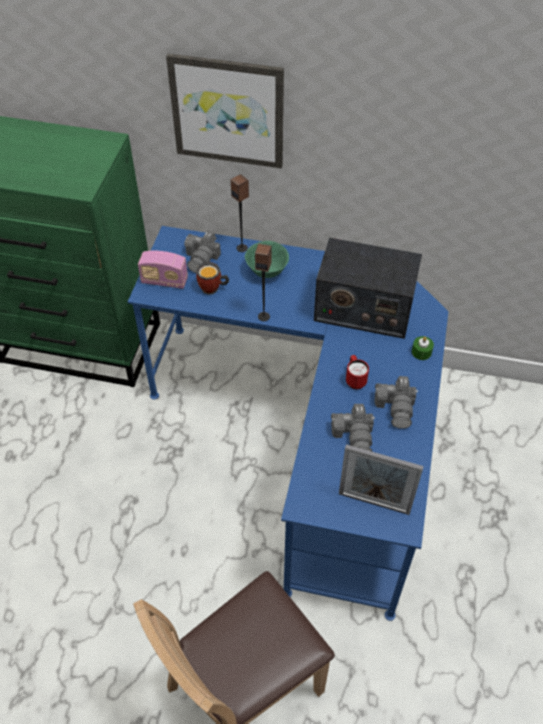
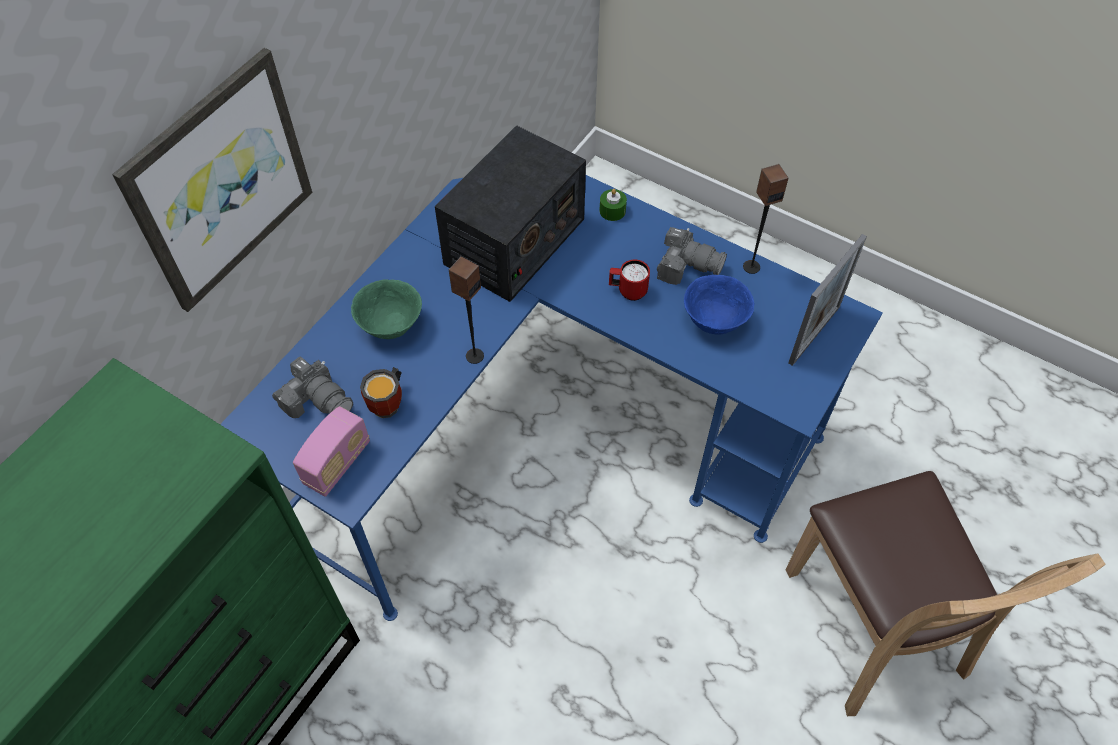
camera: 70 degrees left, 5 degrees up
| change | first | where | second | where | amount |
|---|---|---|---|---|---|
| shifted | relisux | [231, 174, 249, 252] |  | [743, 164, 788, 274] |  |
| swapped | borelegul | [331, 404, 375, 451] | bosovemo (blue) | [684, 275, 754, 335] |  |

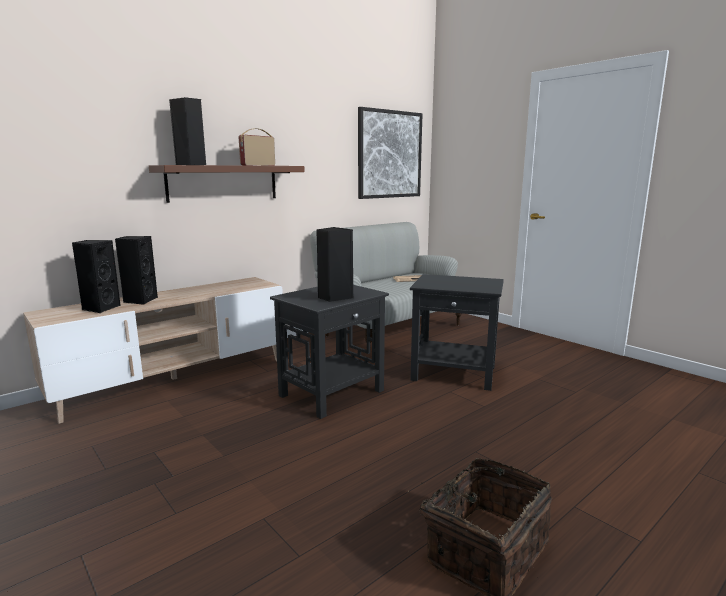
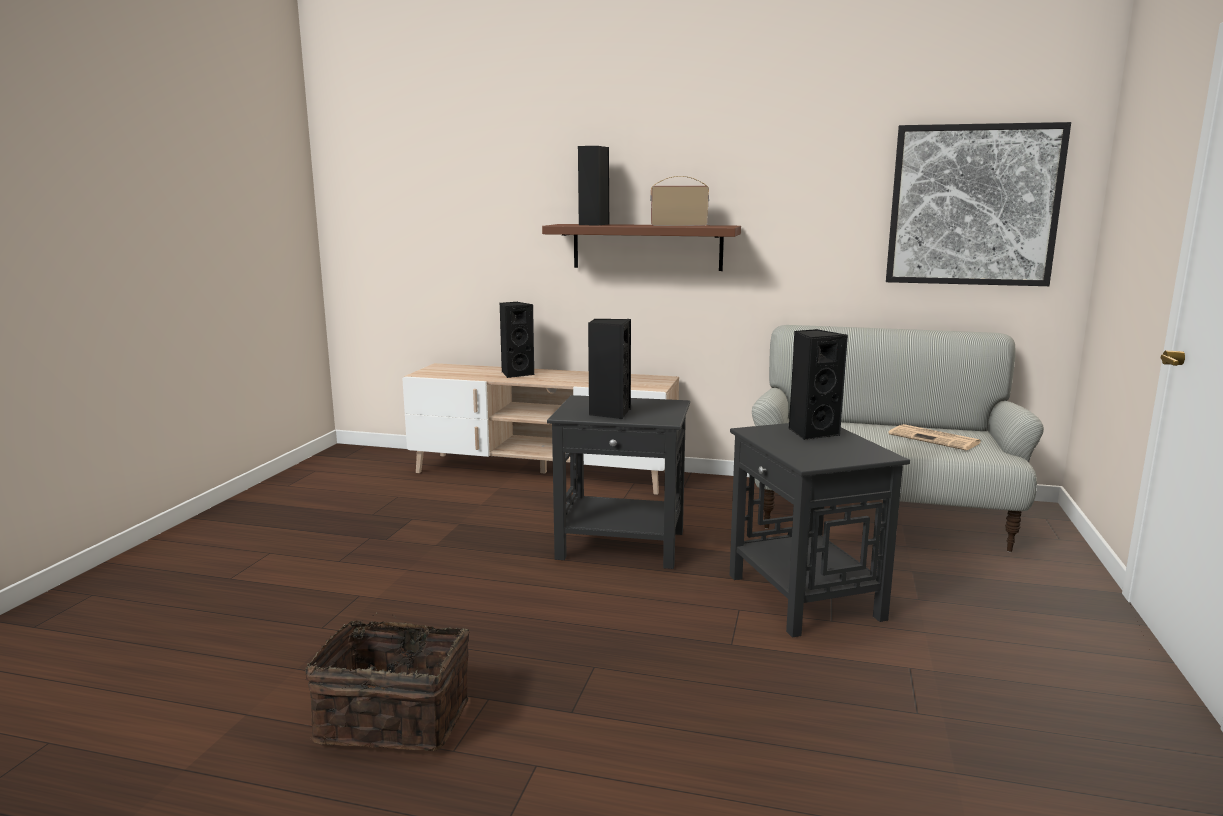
camera: 55 degrees right, 0 degrees up
| change | first | where | second | where | amount |
|---|---|---|---|---|---|
| shifted | relisux (black) | [72, 240, 121, 313] |  | [789, 329, 848, 440] |  |

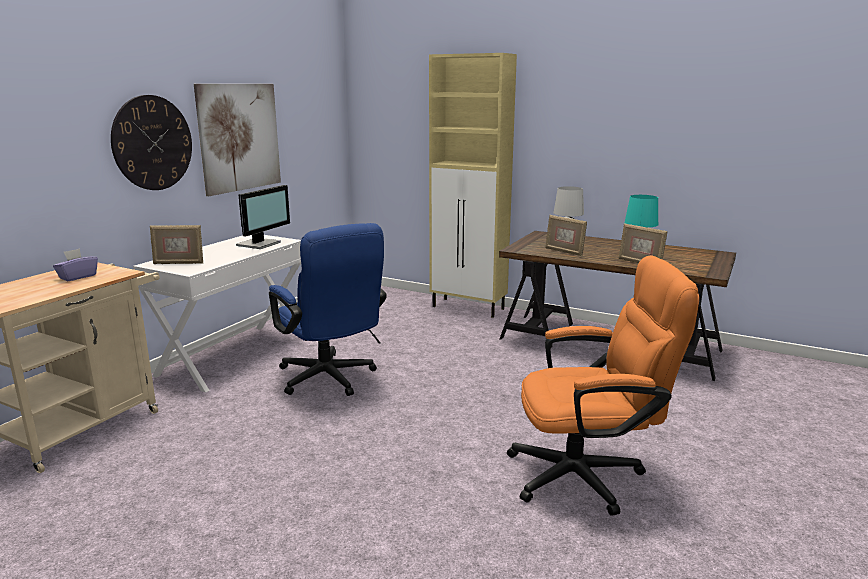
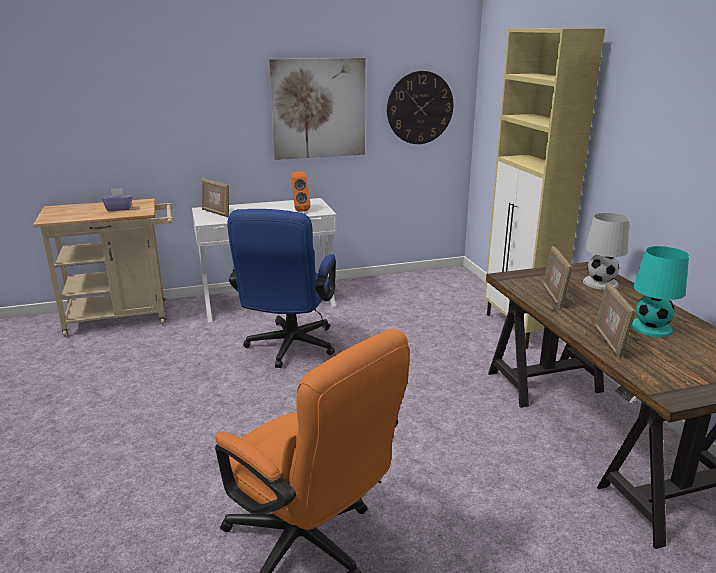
camera: 45 degrees right, 5 degrees up
| change | first | where | second | where | amount |
|---|---|---|---|---|---|
| shifted | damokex | [111, 95, 192, 190] |  | [387, 71, 454, 144] |  |
| swapped | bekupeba | [236, 185, 290, 249] | relisux (orange) | [292, 172, 311, 212] |  |

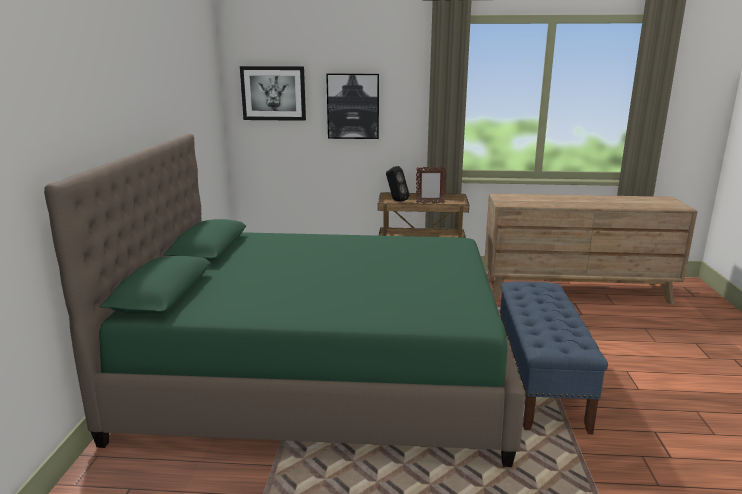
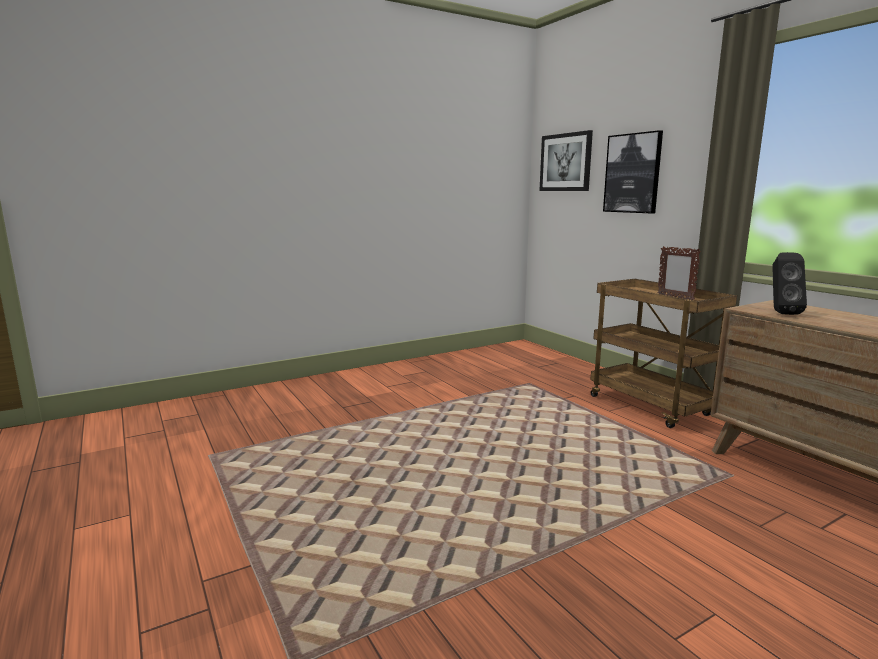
camera: 55 degrees right, 5 degrees down
| change | first | where | second | where | amount |
|---|---|---|---|---|---|
| gone | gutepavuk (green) | [44, 133, 525, 467] |  |  |  |
| shifted | relisux (black) | [386, 166, 409, 201] |  | [772, 252, 807, 315] |  |
| gone | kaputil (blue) | [500, 281, 608, 434] |  |  |  |

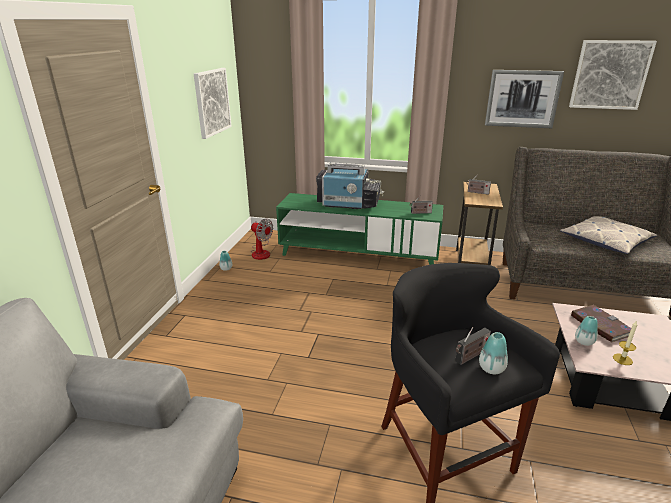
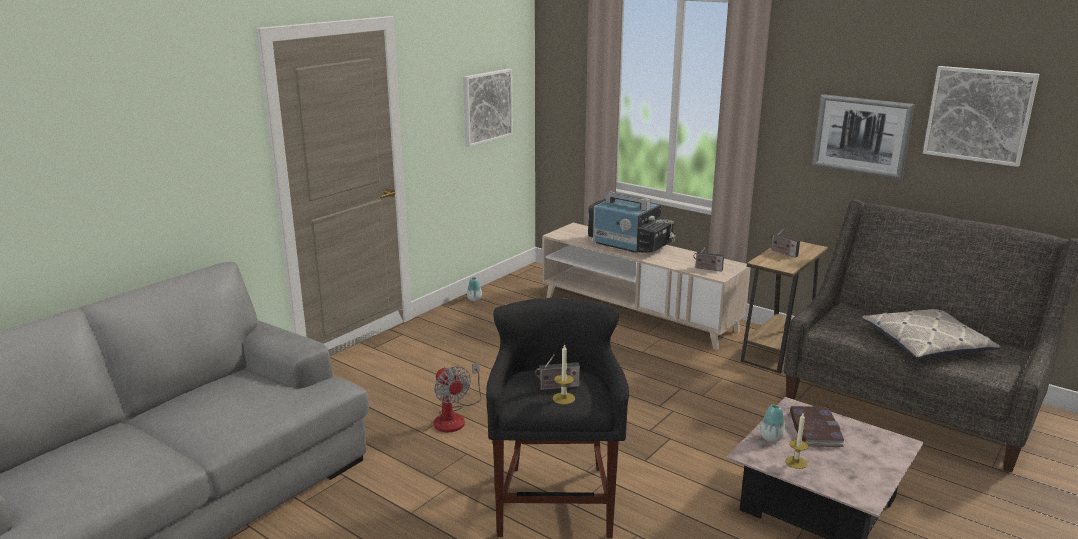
camera: 25 degrees right, 5 degrees down
| change | first | where | second | where | amount |
|---|---|---|---|---|---|
| repainted | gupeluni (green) | [276, 193, 443, 265] | gupeluni (beige) | [542, 223, 751, 350] |  |
| shifted | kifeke | [251, 218, 273, 260] |  | [434, 362, 481, 432] |  |
| swapped | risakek | [479, 332, 508, 374] | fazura | [553, 344, 575, 404] |  |

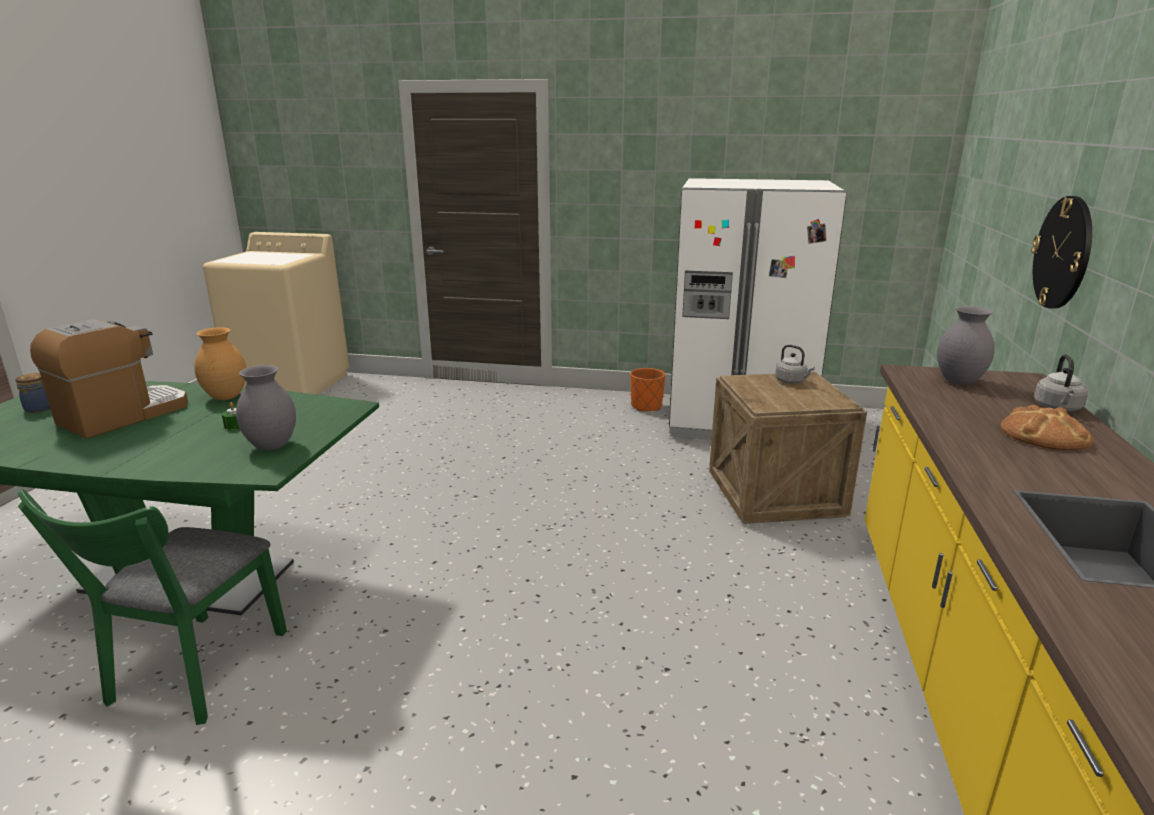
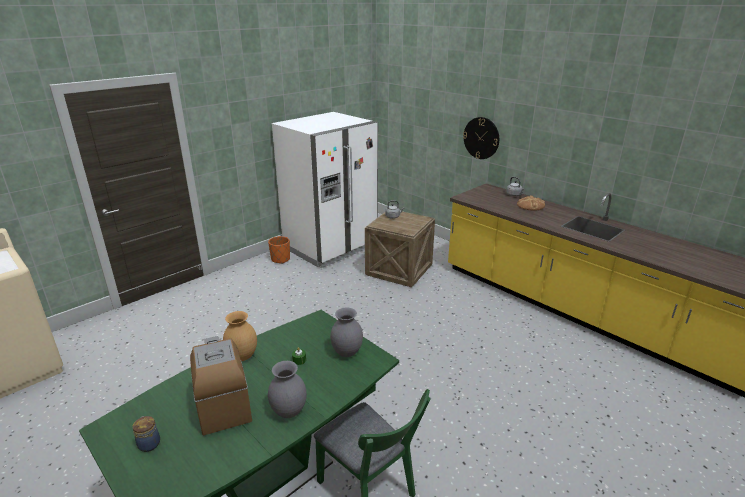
camera: 55 degrees left, 5 degrees up
| change | first | where | second | where | amount |
|---|---|---|---|---|---|
| shifted | risakek (grey) | [937, 306, 995, 385] |  | [268, 361, 307, 418] |  |

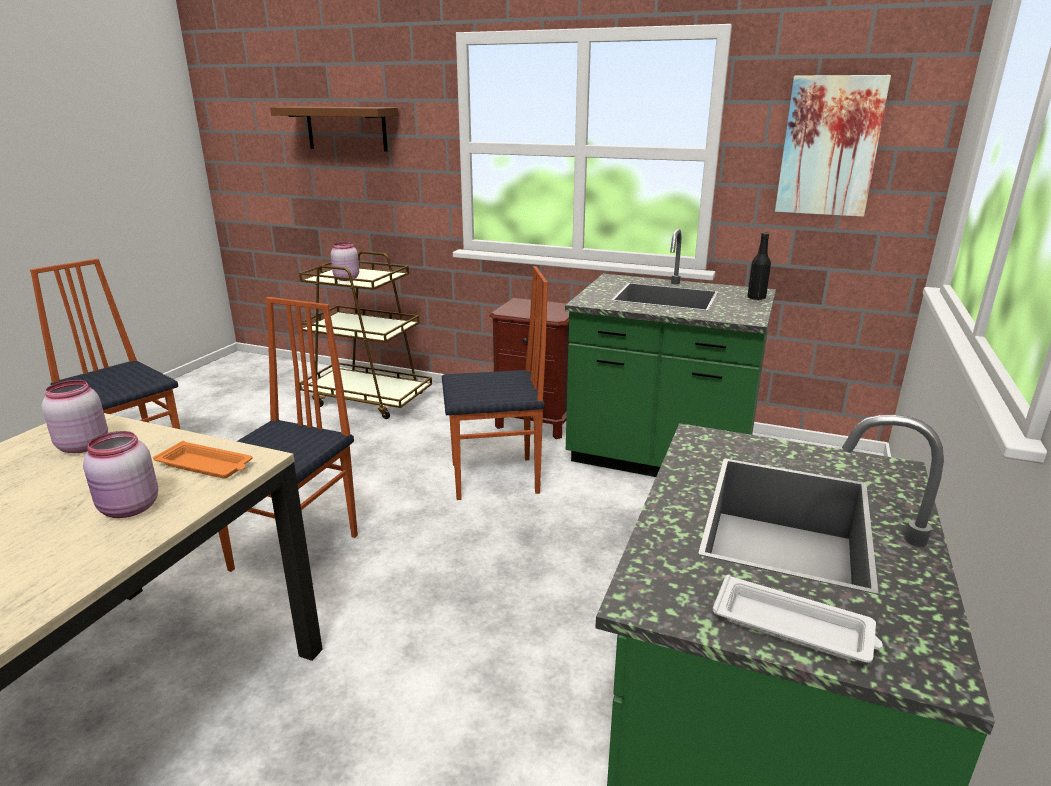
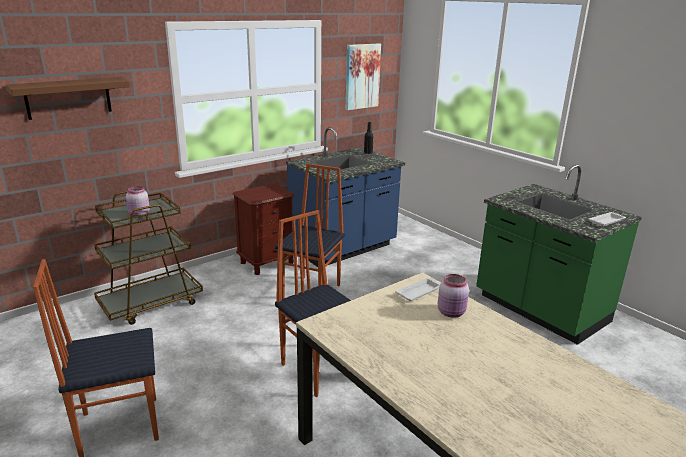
camera: 60 degrees left, 0 degrees up
| change | first | where | second | where | amount |
|---|---|---|---|---|---|
| repainted | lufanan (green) | [565, 229, 776, 477] | lufanan (blue) | [286, 127, 405, 267] |  |
| gone | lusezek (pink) | [42, 380, 108, 453] |  |  |  |
| repainted | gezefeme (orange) | [153, 441, 252, 479] | gezefeme (white) | [395, 278, 440, 301] |  |

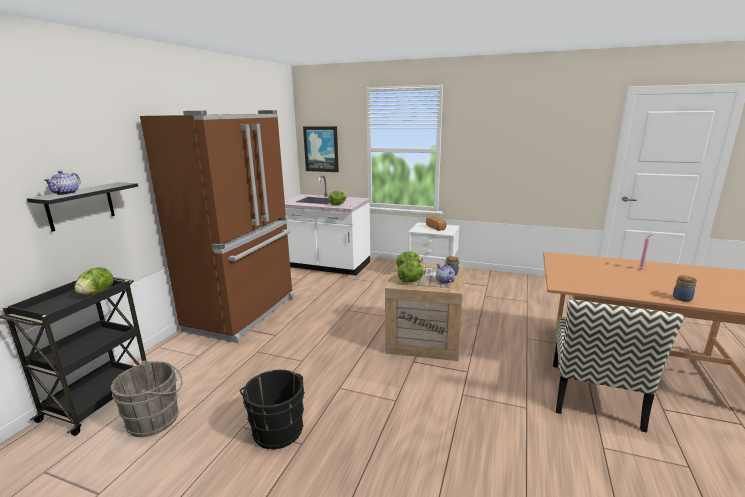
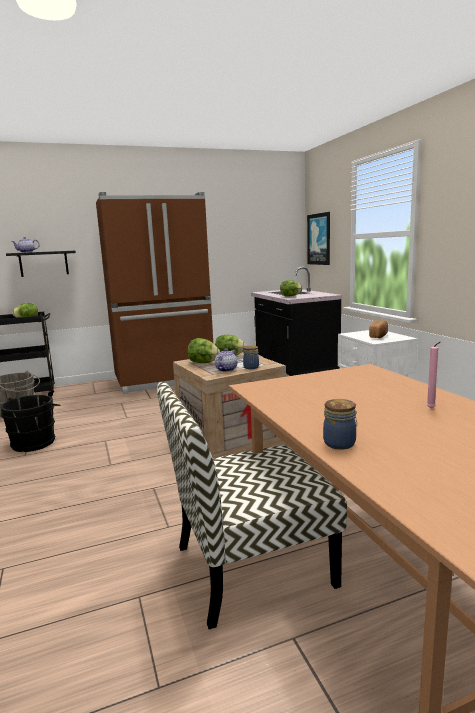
camera: 50 degrees right, 5 degrees down
| change | first | where | second | where | amount |
|---|---|---|---|---|---|
| repainted | lufanan (white) | [285, 176, 370, 276] | lufanan (black) | [251, 267, 342, 376] |  |

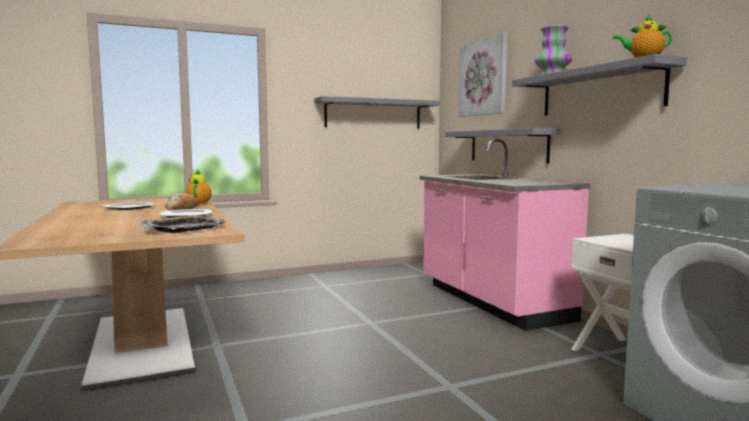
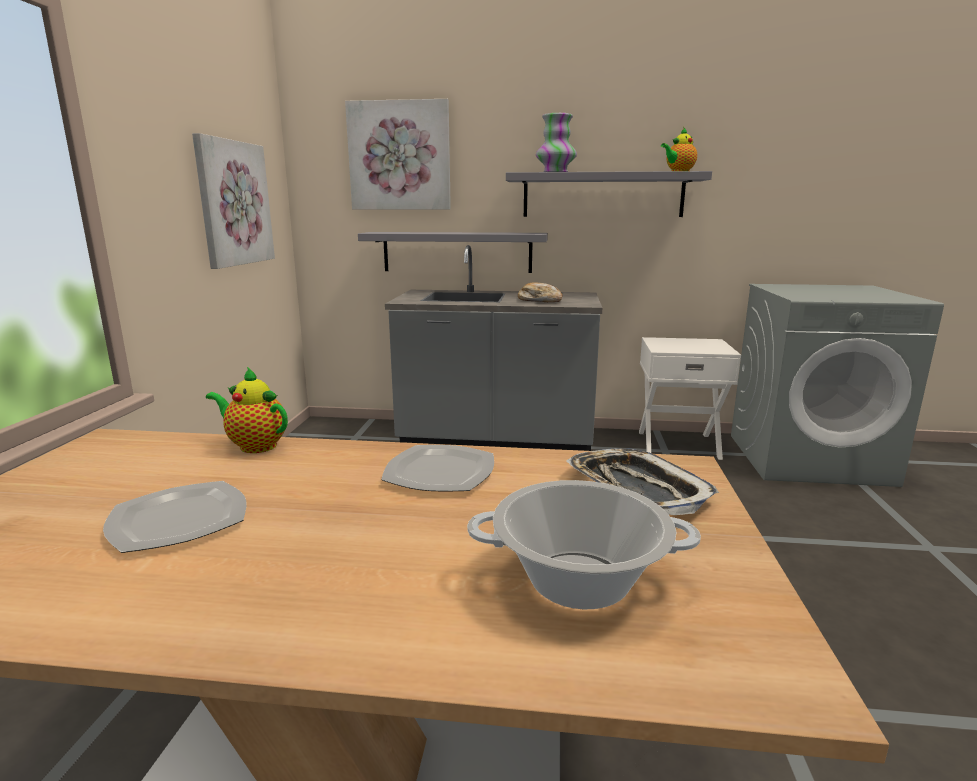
camera: 60 degrees left, 10 degrees up
| change | first | where | second | where | amount |
|---|---|---|---|---|---|
| swapped | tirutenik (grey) | [314, 96, 440, 128] | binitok | [192, 133, 275, 269] |  |
| repainted | lufanan (pink) | [419, 139, 590, 331] | lufanan (grey) | [385, 245, 602, 451] |  |
| shifted | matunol | [165, 192, 198, 210] |  | [518, 282, 562, 302] |  |
| new |  |  | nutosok | [467, 480, 701, 609] |  |

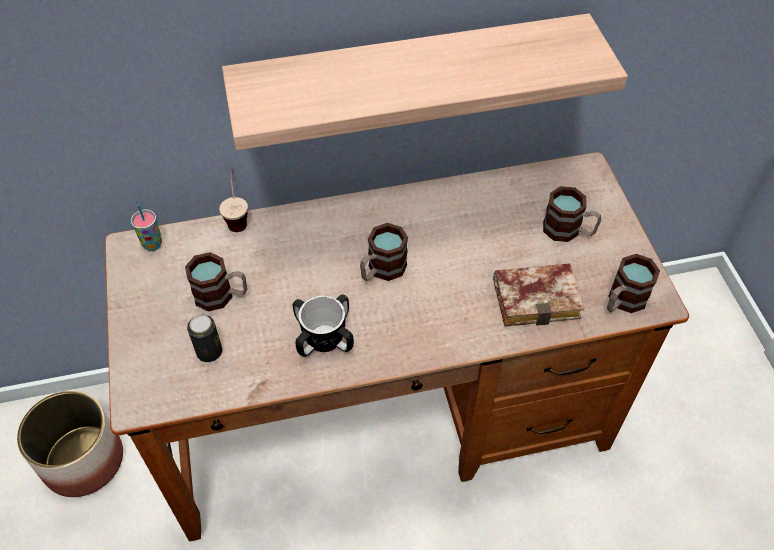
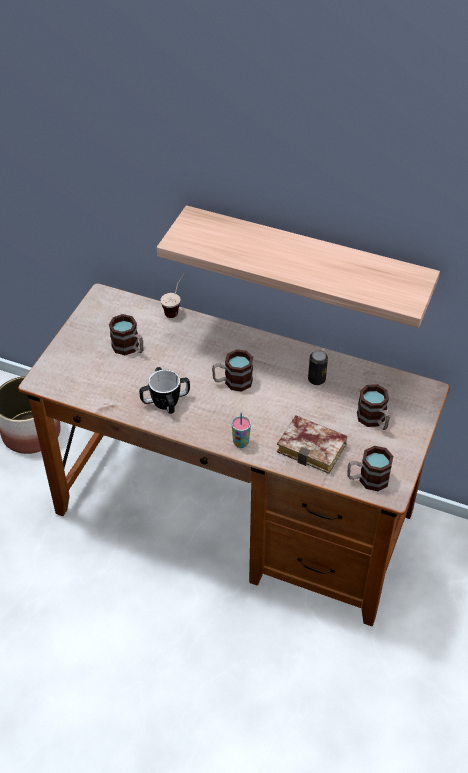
camera: 35 degrees right, 5 degrees down
| change | first | where | second | where | amount |
|---|---|---|---|---|---|
| shifted | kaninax | [131, 204, 162, 251] |  | [231, 412, 251, 448] |  |
| shifted | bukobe | [187, 315, 222, 362] |  | [308, 350, 328, 385] |  |

